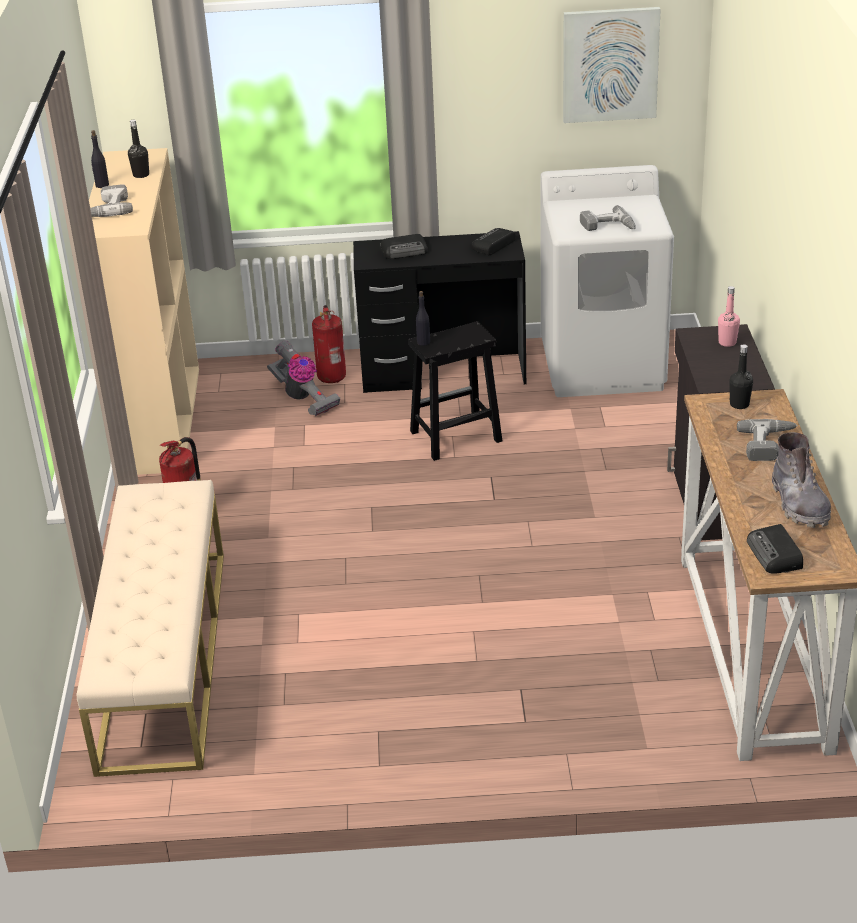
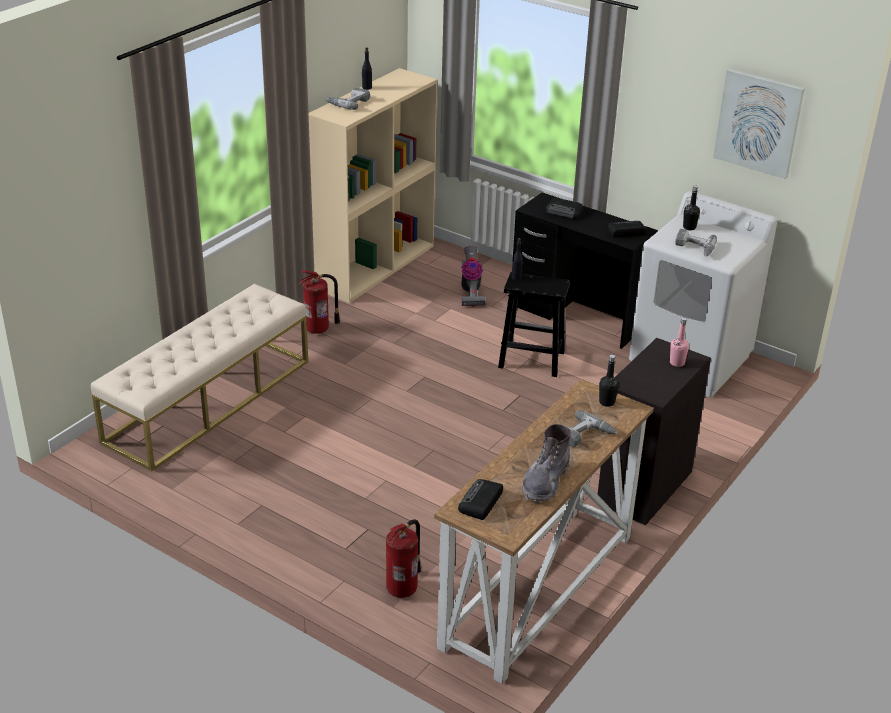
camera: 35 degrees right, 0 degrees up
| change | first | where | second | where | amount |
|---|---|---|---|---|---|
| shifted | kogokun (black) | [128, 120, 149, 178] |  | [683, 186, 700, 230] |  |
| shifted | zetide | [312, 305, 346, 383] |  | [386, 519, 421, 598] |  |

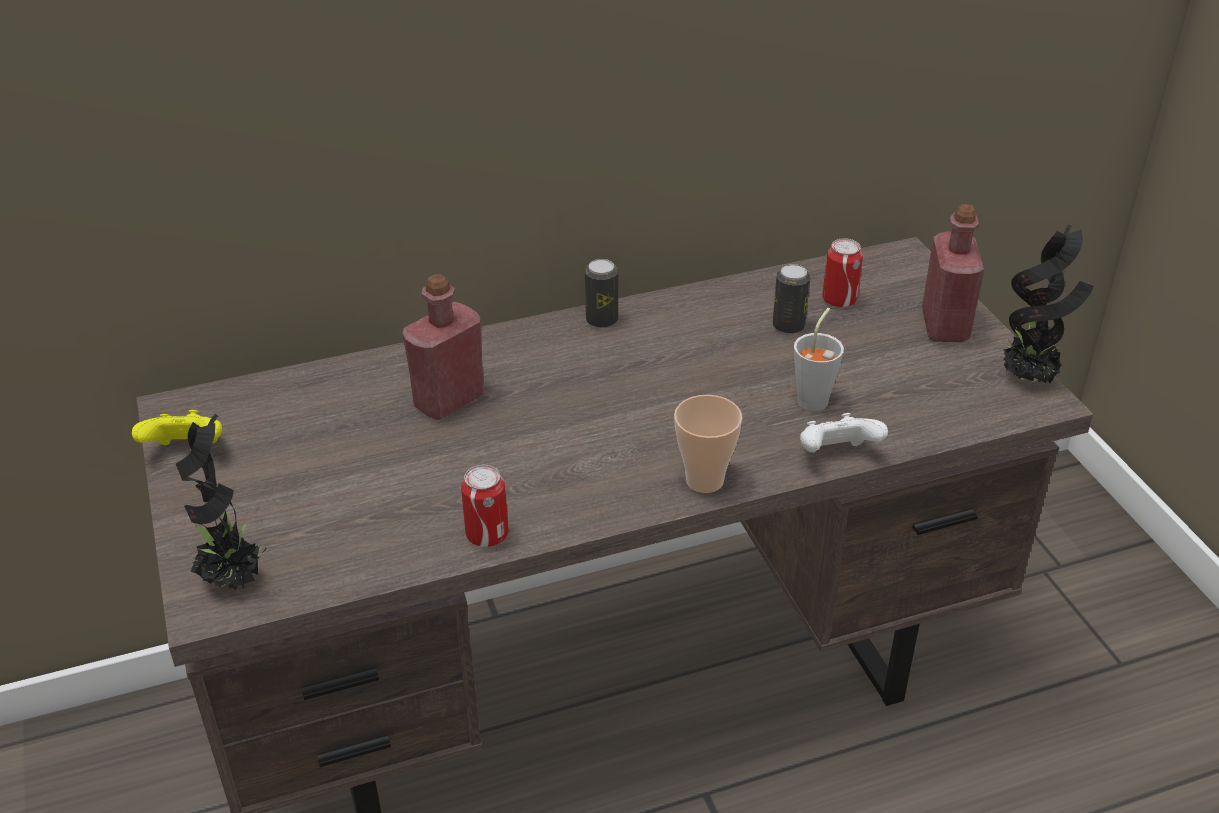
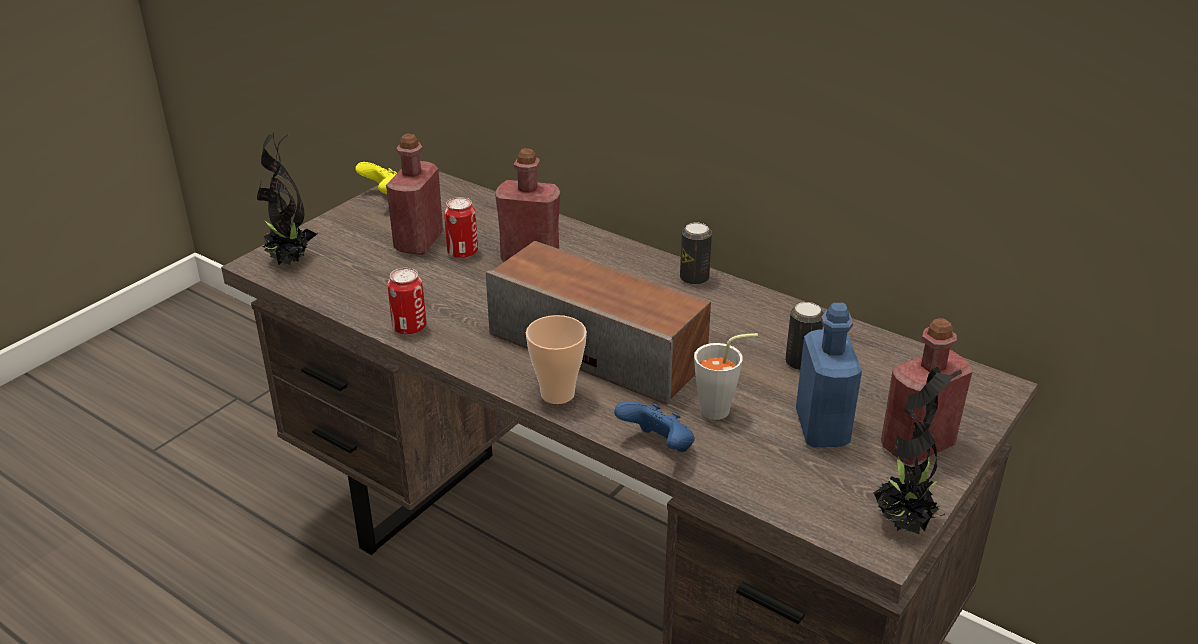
camera: 55 degrees right, 5 degrees down
| change | first | where | second | where | amount |
|---|---|---|---|---|---|
| shifted | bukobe | [822, 238, 863, 307] |  | [444, 197, 478, 258] |  |
| repainted | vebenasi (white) | [800, 413, 888, 453] | vebenasi (blue) | [614, 401, 695, 452] |  |
| new |  |  | kogokun (red) | [386, 134, 443, 255] |  |
| new |  |  | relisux | [486, 241, 711, 405] |  |
| new |  |  | kogokun (blue) | [796, 303, 862, 447] |  |

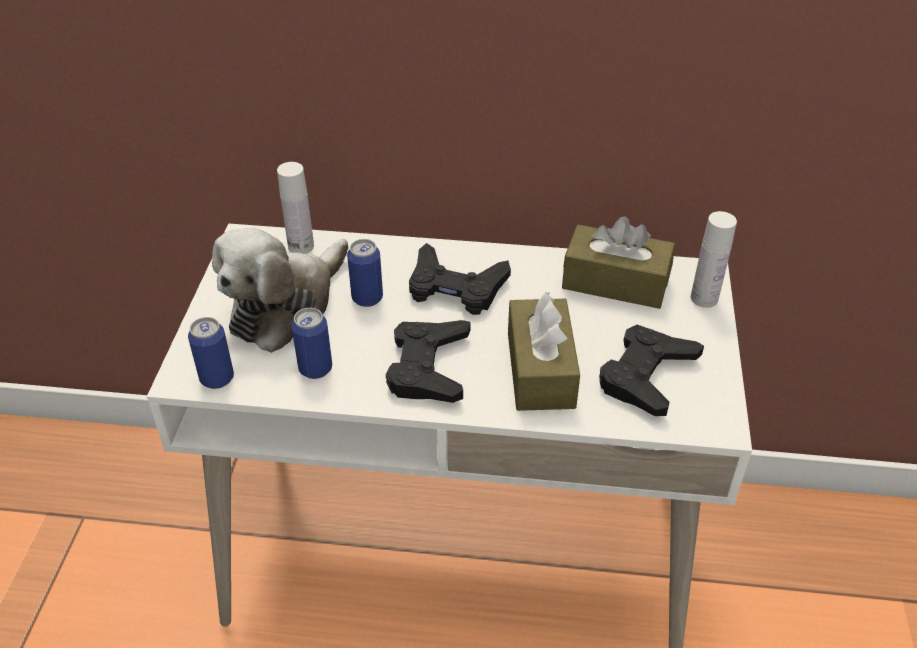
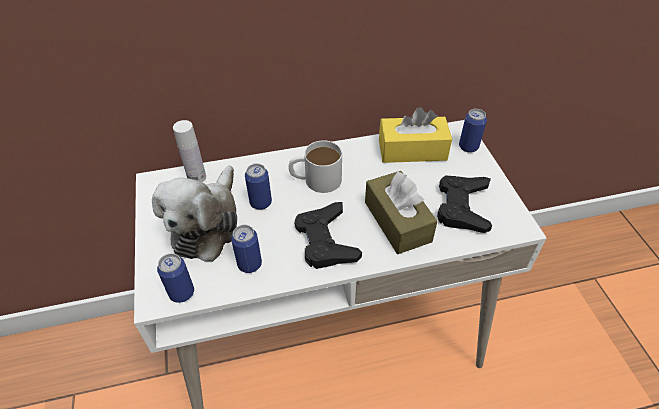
camera: 20 degrees left, 5 degrees up
| change | first | where | second | where | amount |
|---|---|---|---|---|---|
| swapped | kogokun (white) | [691, 211, 737, 308] | bukobe | [459, 109, 487, 153] |  |
| repainted | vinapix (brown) | [562, 217, 675, 309] | vinapix (yellow) | [379, 107, 452, 163] |  |
| swapped | vebenasi (black) | [409, 243, 511, 315] | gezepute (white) | [289, 140, 342, 193] |  |

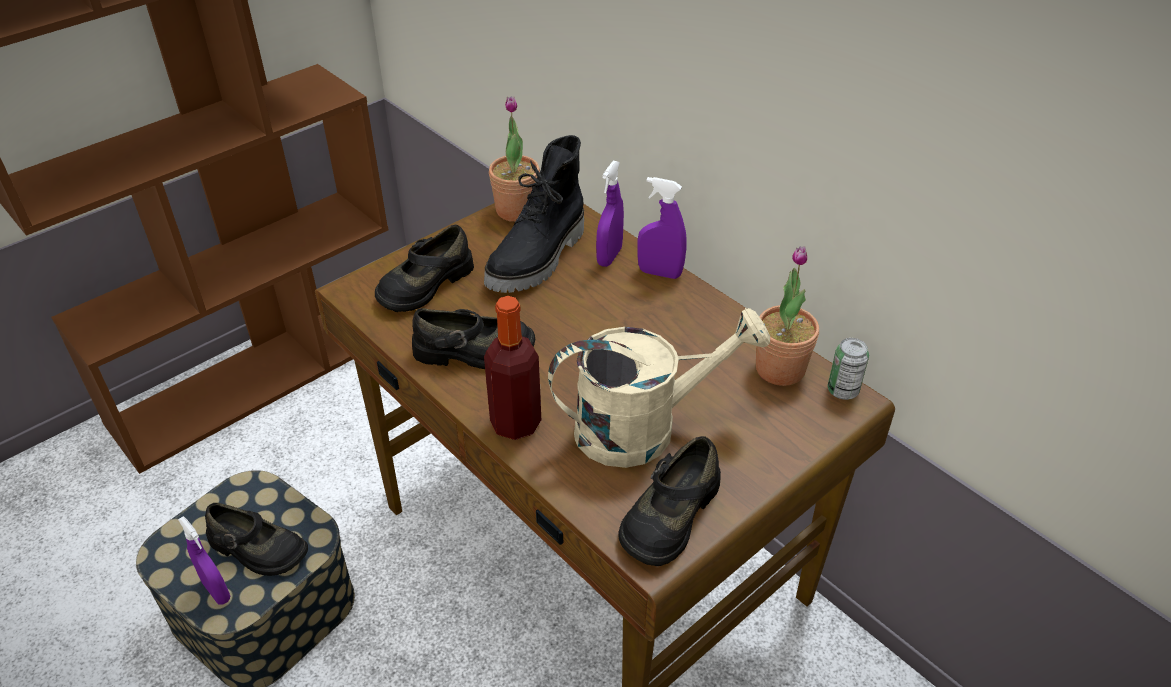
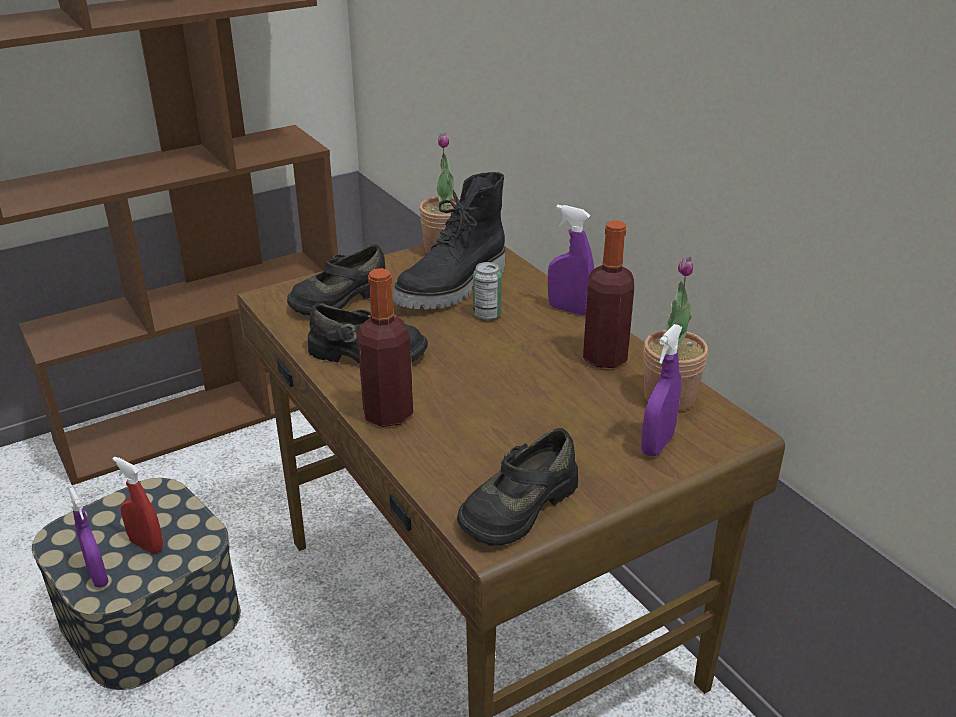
camera: 10 degrees right, 10 degrees down
| change | first | where | second | where | amount |
|---|---|---|---|---|---|
| shifted | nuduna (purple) | [596, 161, 624, 267] |  | [641, 324, 683, 457] |  |
| gone | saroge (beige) | [548, 308, 770, 468] |  |  |  |
| shifted | bukobe | [827, 338, 869, 400] |  | [473, 262, 502, 320] |  |
| swapped | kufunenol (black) | [205, 503, 308, 576] | nuduna (red) | [113, 456, 163, 554] |  |
| new |  |  | kogokun | [583, 220, 634, 368] |  |

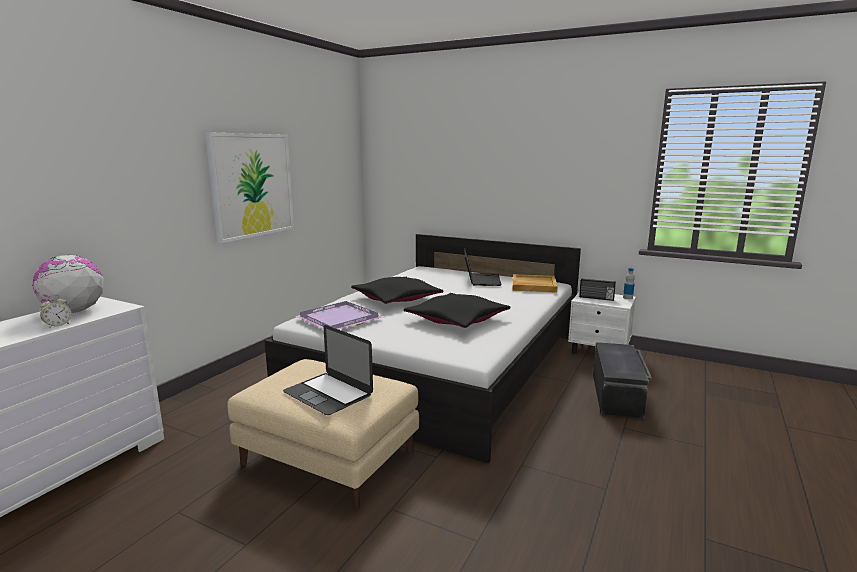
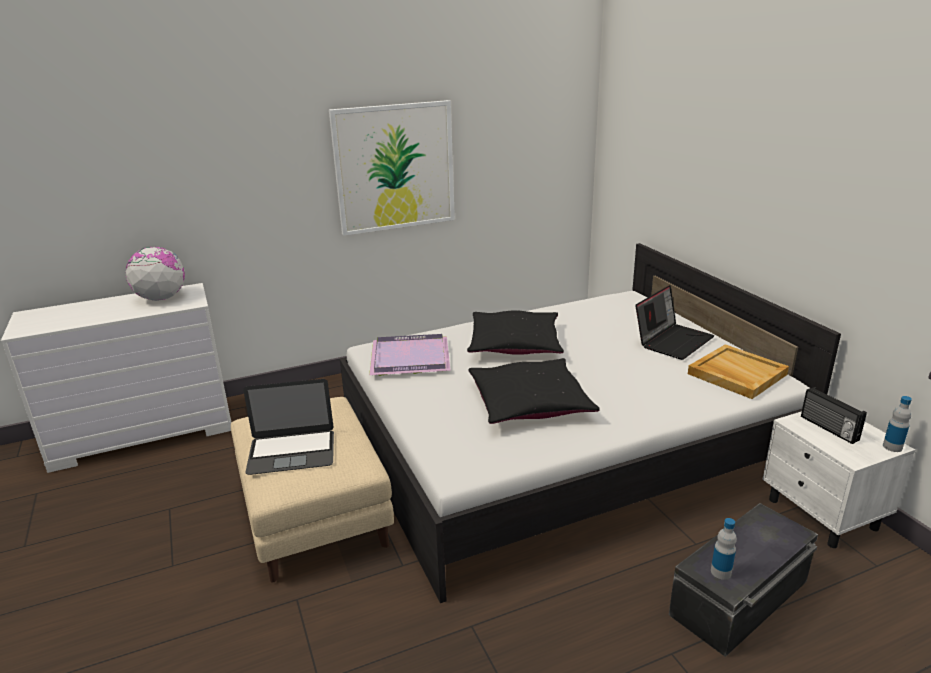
camera: 40 degrees right, 10 degrees up
| change | first | where | second | where | amount |
|---|---|---|---|---|---|
| gone | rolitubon | [40, 295, 71, 329] |  |  |  |
| rotated | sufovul | [283, 325, 373, 415] |  | [243, 379, 334, 475] | 90 degrees counterclockwise |
| new |  |  | kogokun | [711, 518, 737, 580] |  |

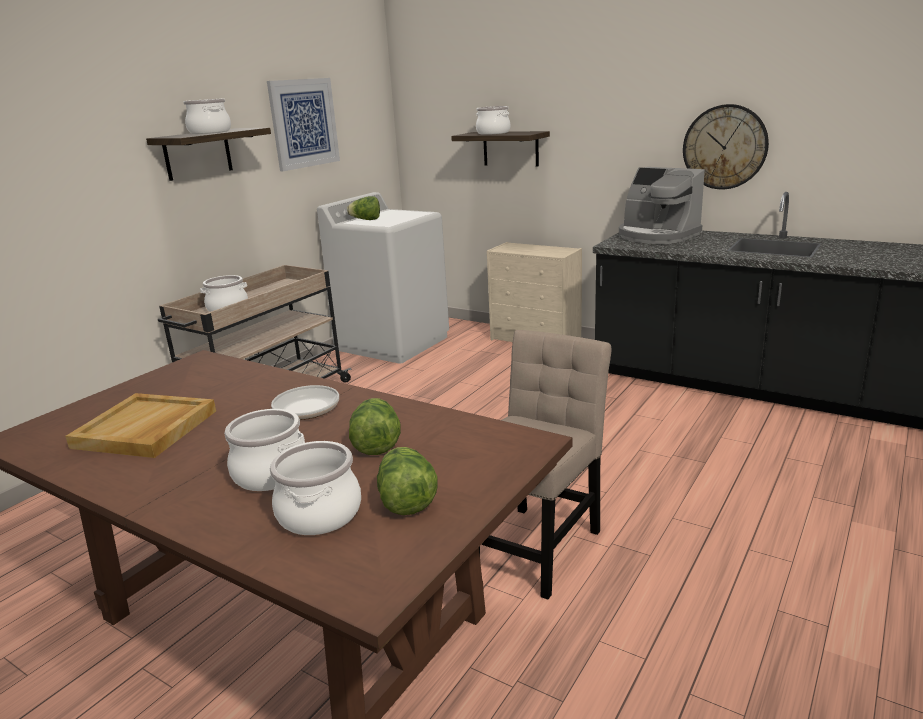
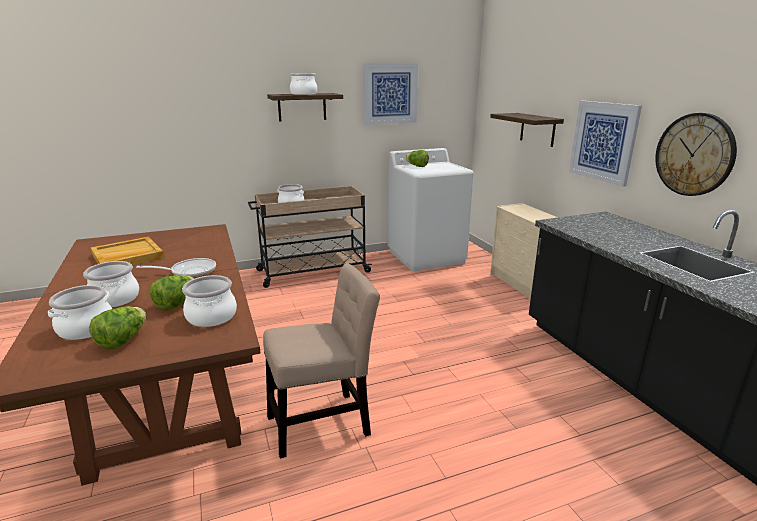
camera: 35 degrees right, 0 degrees up
| change | first | where | second | where | amount |
|---|---|---|---|---|---|
| shifted | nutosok | [476, 106, 510, 135] |  | [182, 275, 237, 327] |  |
| gone | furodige | [619, 167, 705, 244] |  |  |  |
| new |  |  | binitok | [569, 101, 642, 187] |  |

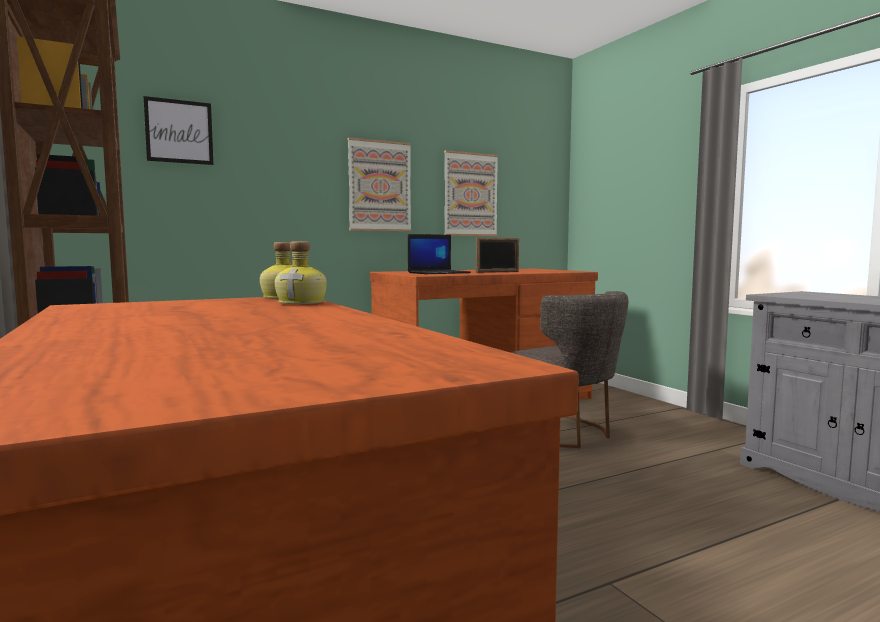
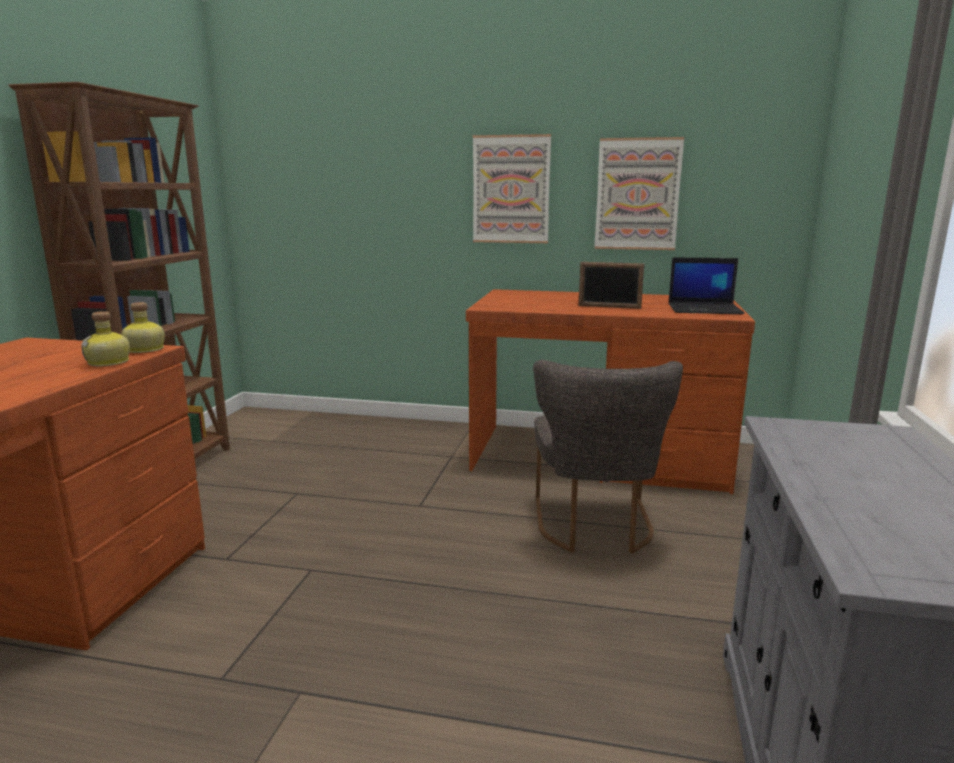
camera: 40 degrees right, 10 degrees up
| change | first | where | second | where | amount |
|---|---|---|---|---|---|
| gone | binitok | [143, 96, 213, 165] |  |  |  |
| shifted | sufovul | [408, 234, 471, 274] |  | [668, 257, 744, 314] |  |

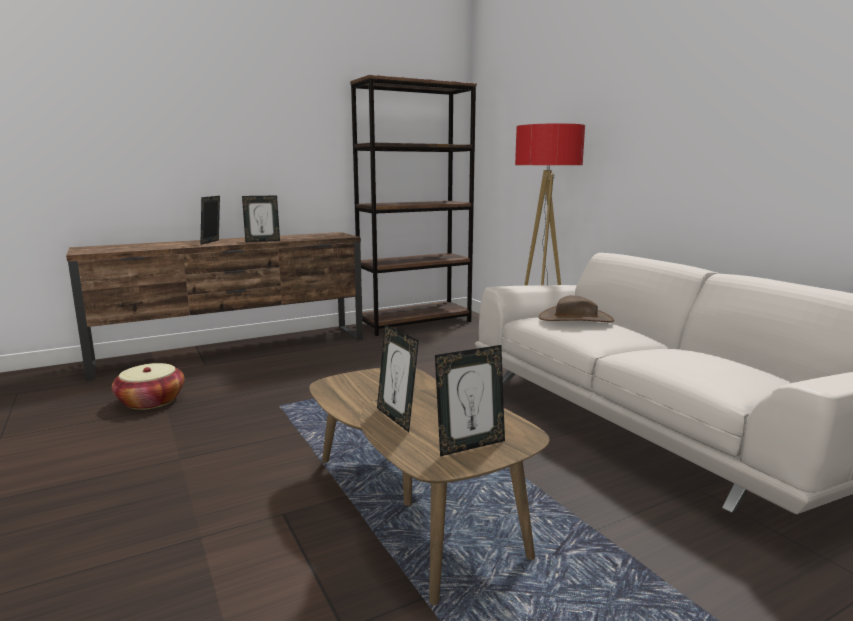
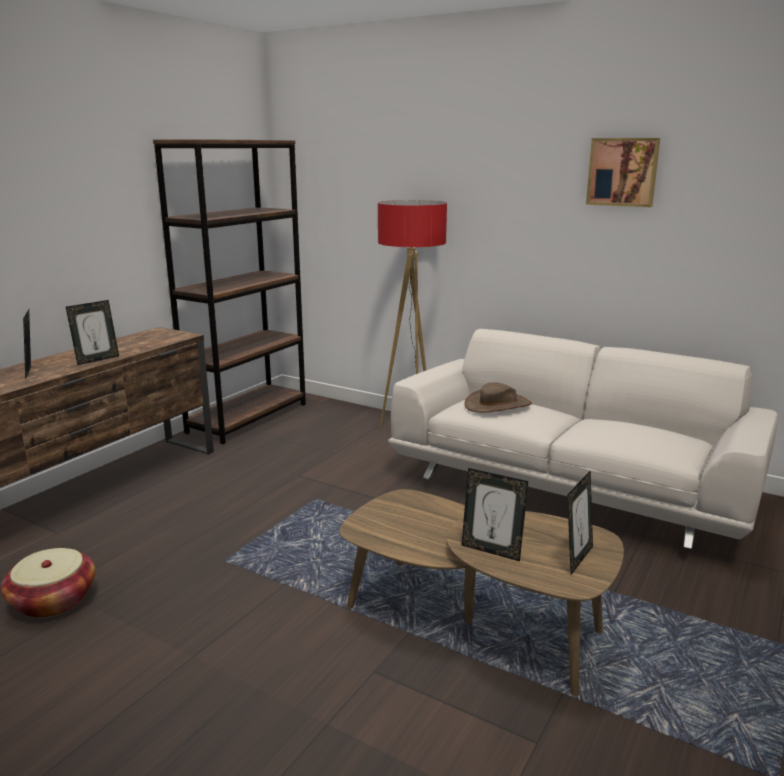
camera: 30 degrees left, 5 degrees up
| change | first | where | second | where | amount |
|---|---|---|---|---|---|
| new |  |  | binitok | [586, 138, 660, 207] |  |

